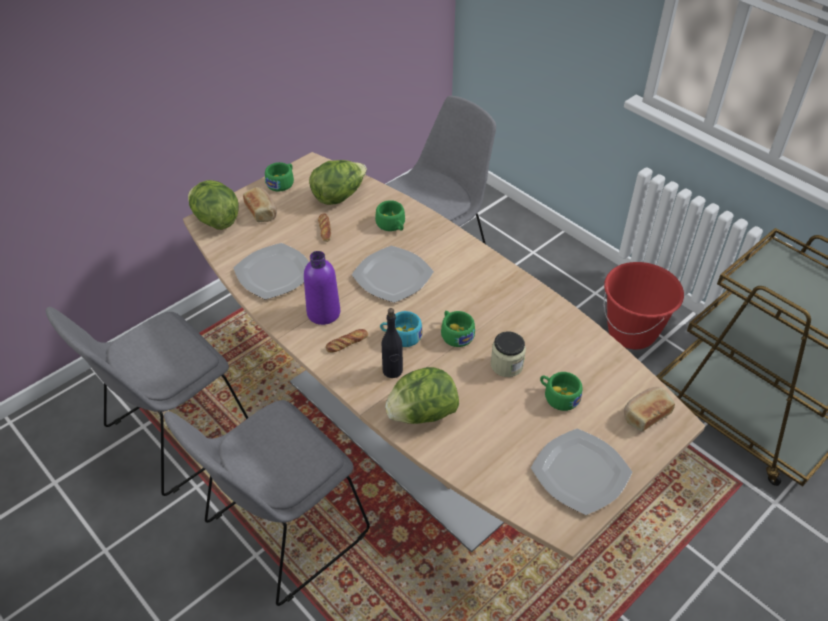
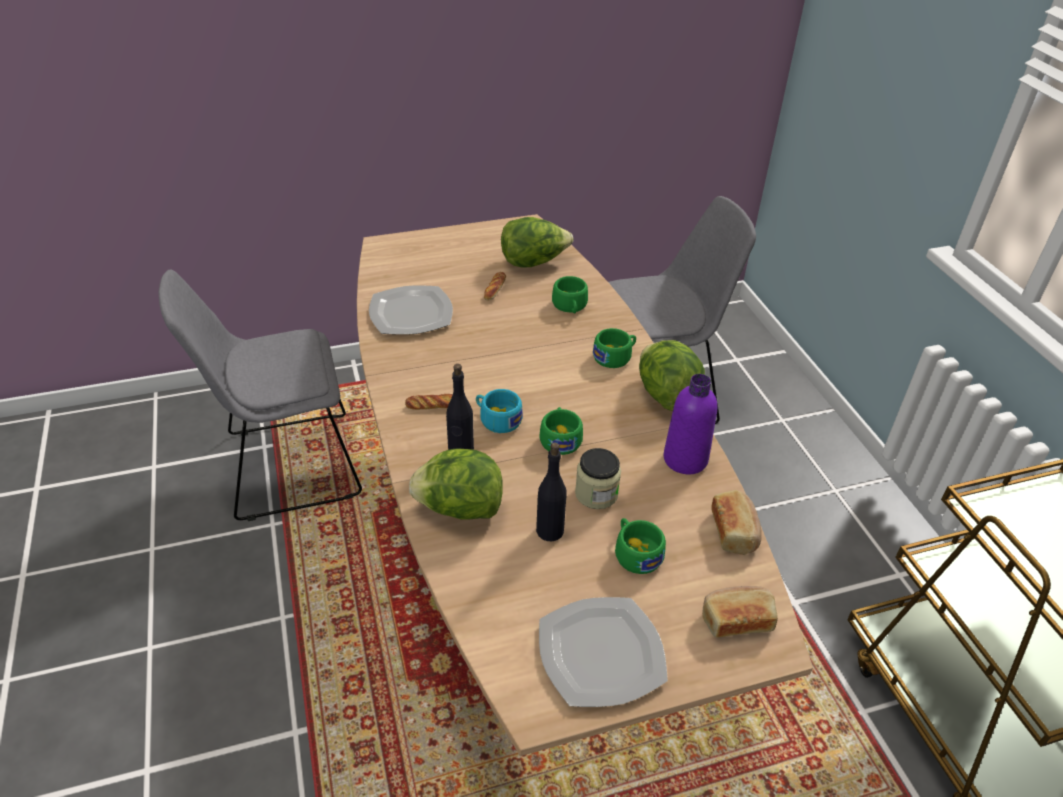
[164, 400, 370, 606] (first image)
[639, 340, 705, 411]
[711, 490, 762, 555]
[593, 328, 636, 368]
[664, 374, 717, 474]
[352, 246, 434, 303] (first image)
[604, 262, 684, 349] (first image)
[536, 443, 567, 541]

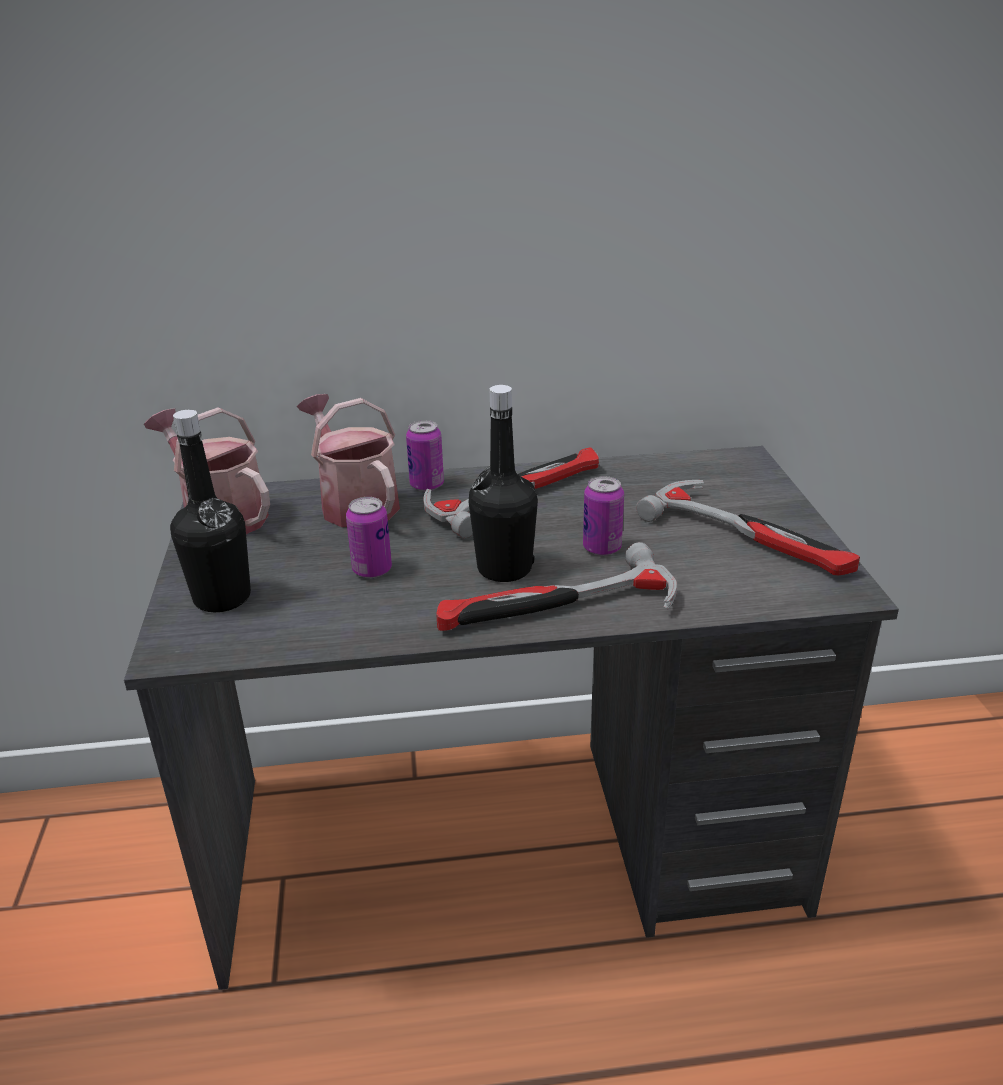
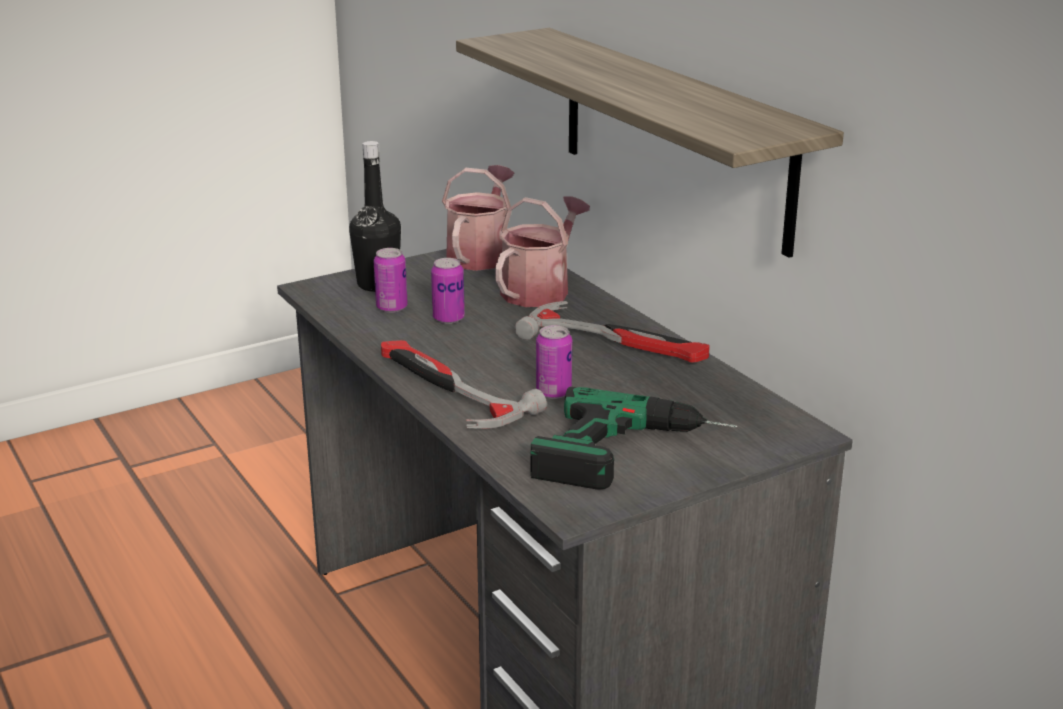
[374, 248, 408, 313]
[469, 385, 538, 582] (first image)
[530, 387, 737, 489]
[456, 28, 844, 258]

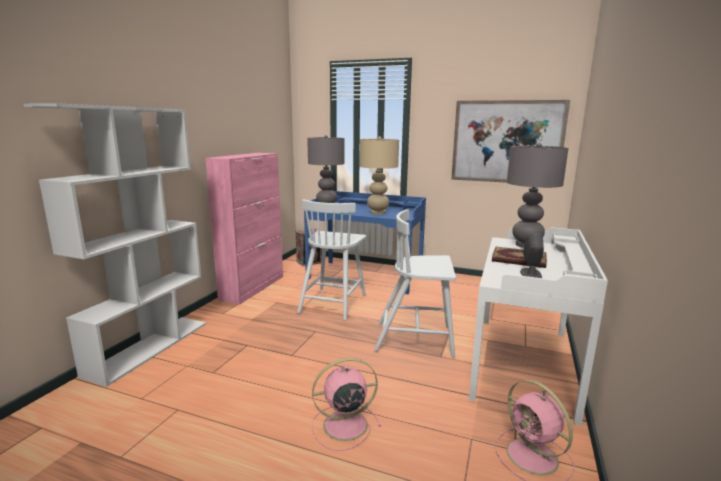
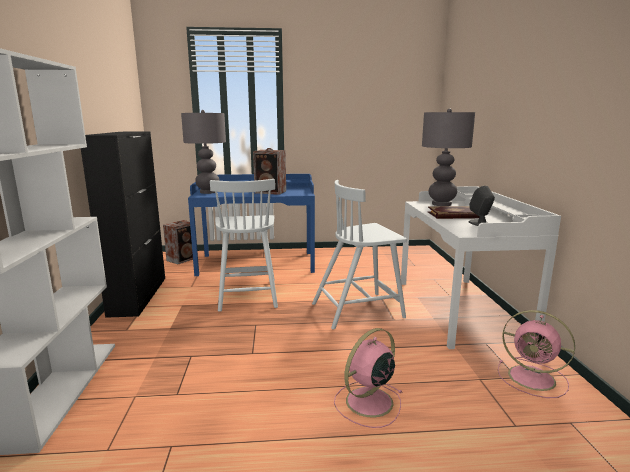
[81, 132, 165, 318]
[253, 148, 286, 195]
[451, 100, 570, 183] (first image)

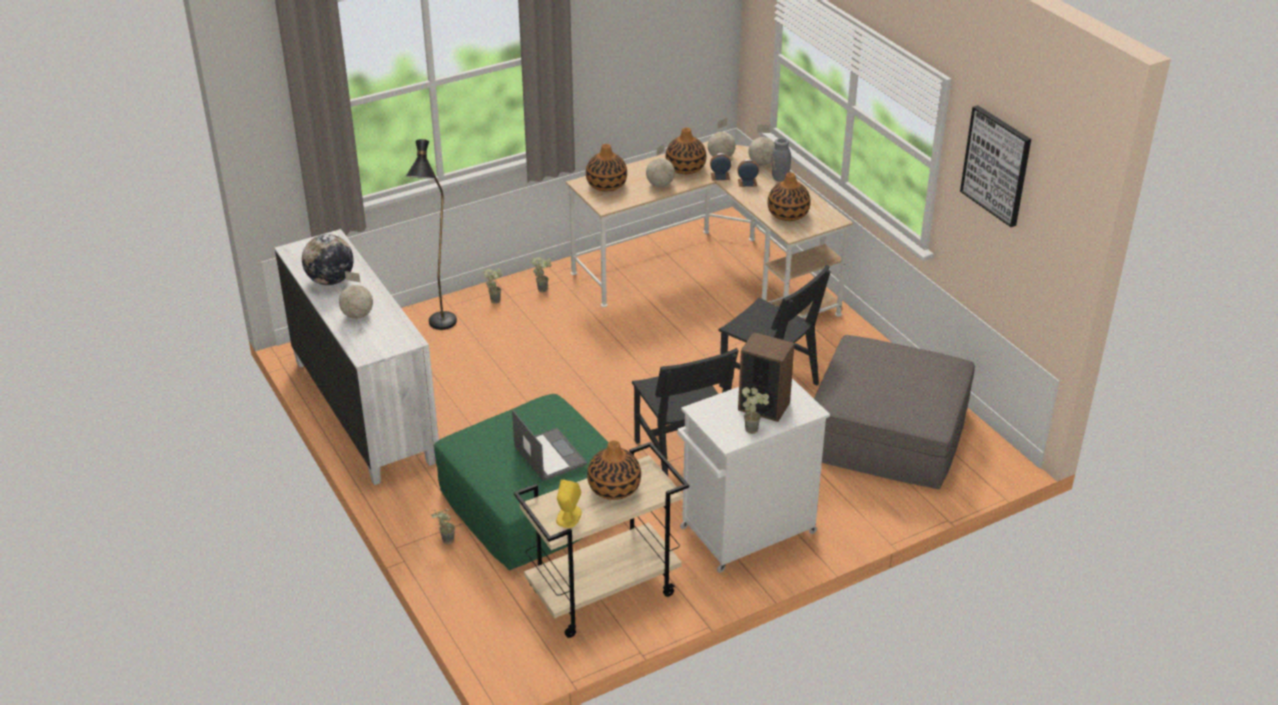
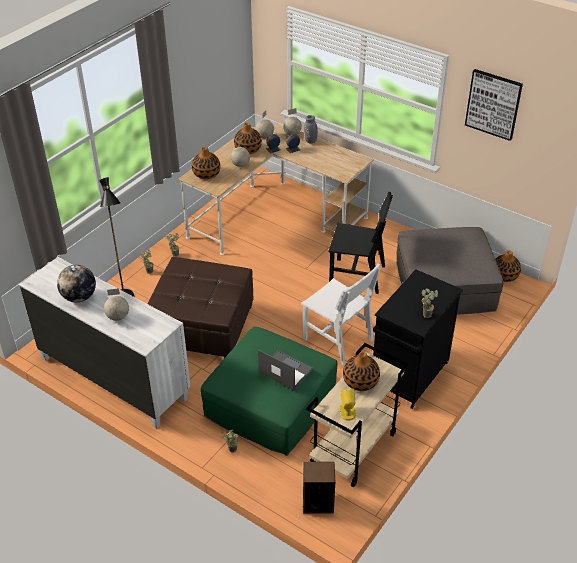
[301, 263, 381, 366]
[373, 269, 463, 409]
[303, 462, 335, 513]
[496, 251, 521, 282]
[148, 257, 253, 358]

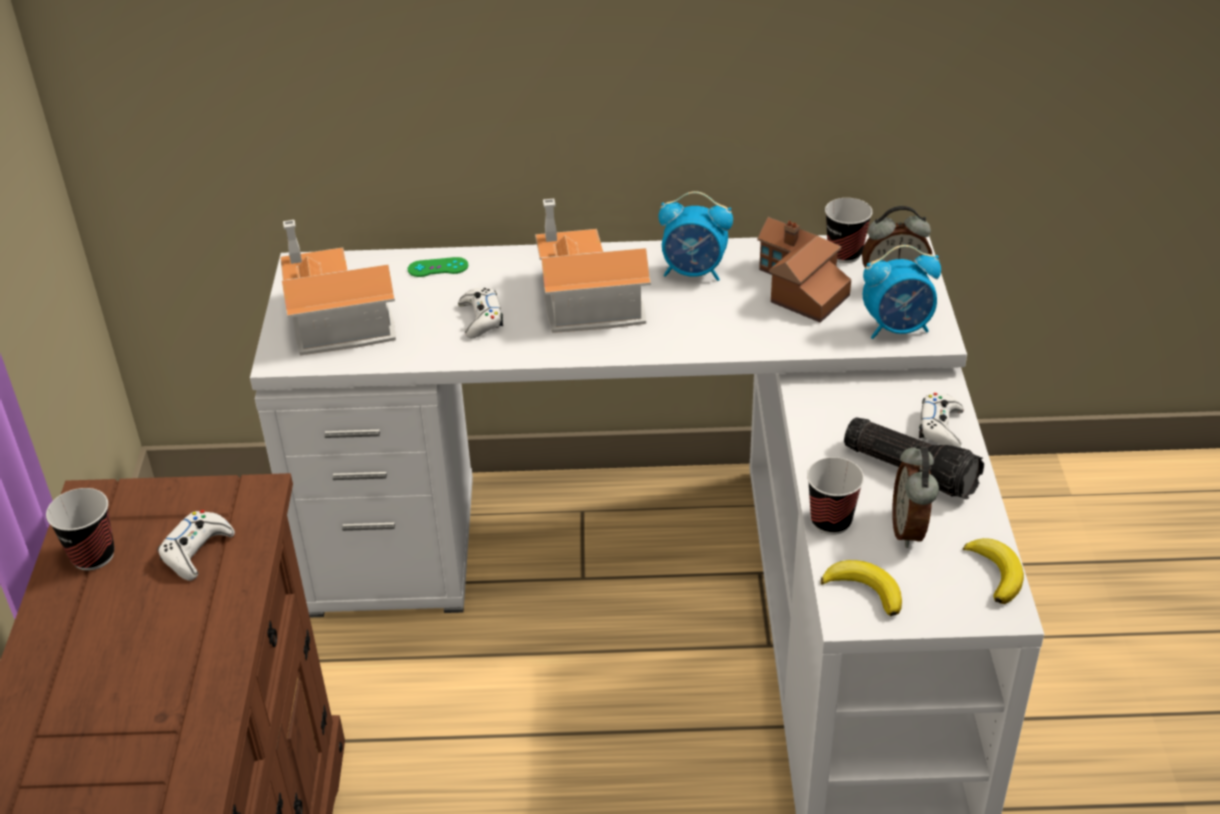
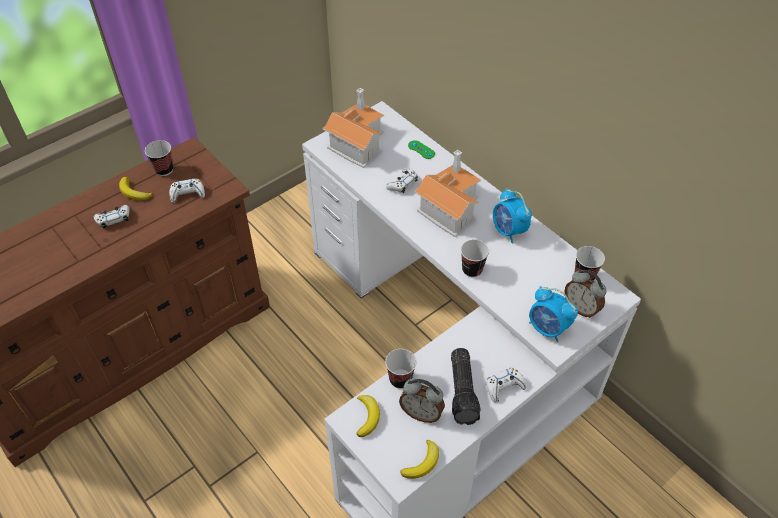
[757, 217, 851, 323] (first image)
[399, 379, 445, 423]
[94, 205, 130, 229]
[119, 177, 153, 200]
[461, 240, 489, 277]

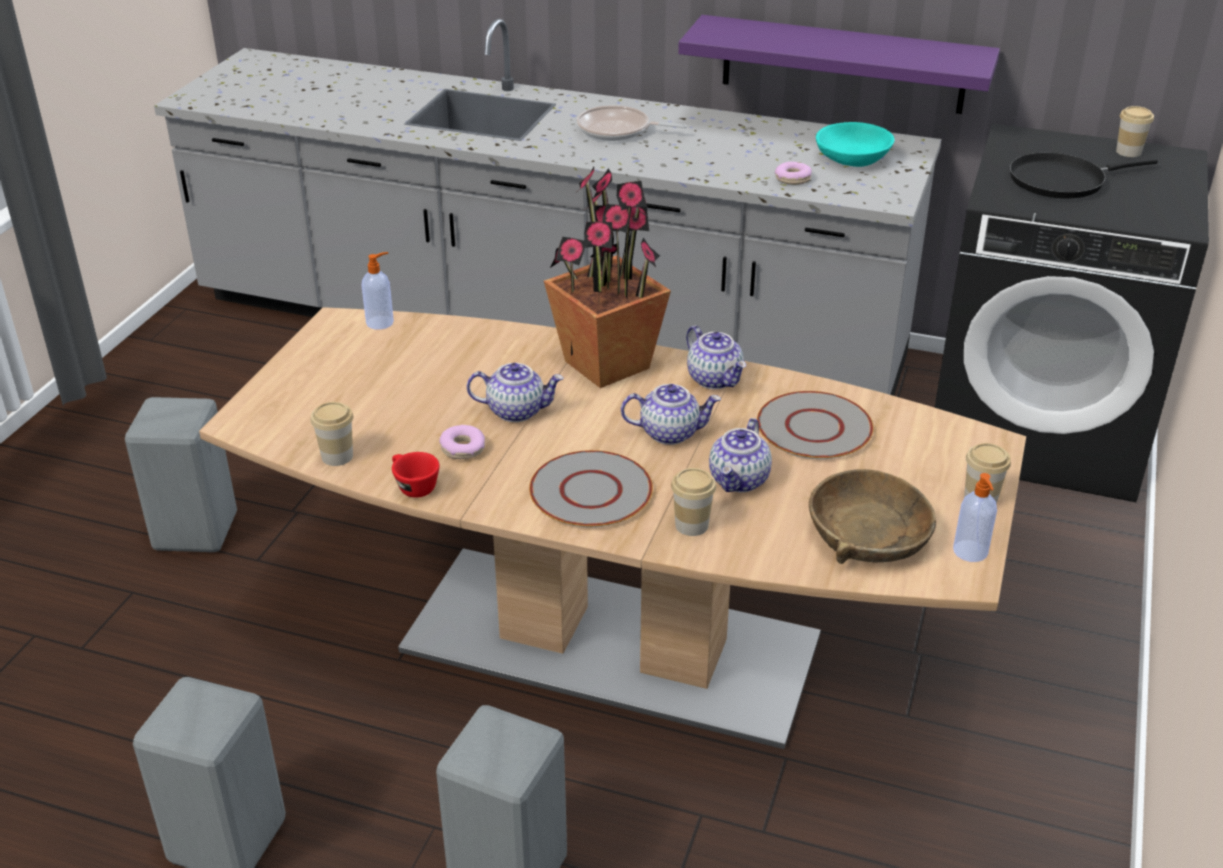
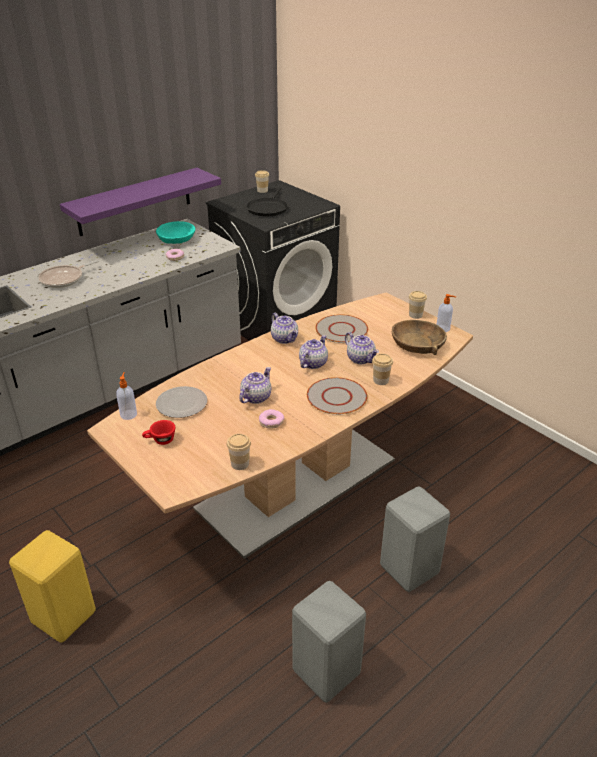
[9, 530, 96, 643]
[142, 420, 175, 445]
[544, 166, 671, 388] (first image)
[271, 313, 298, 344]
[156, 386, 207, 418]

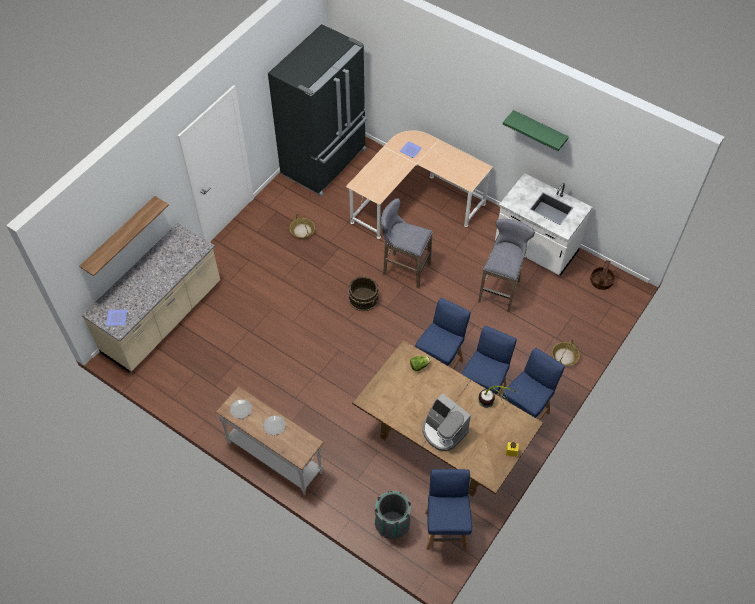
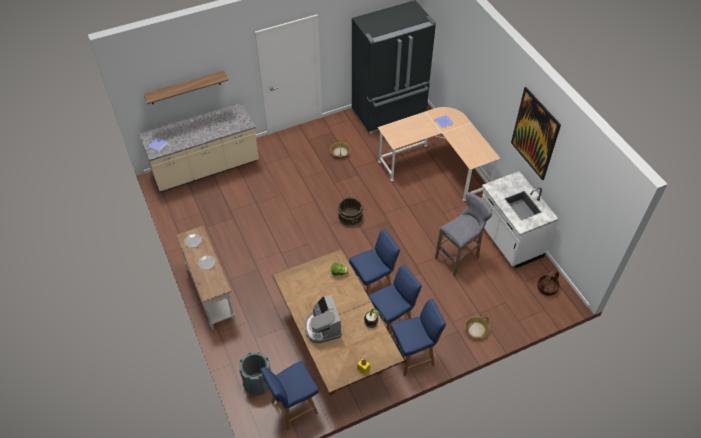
[381, 198, 433, 288] (first image)
[260, 361, 319, 430]
[511, 87, 561, 180]

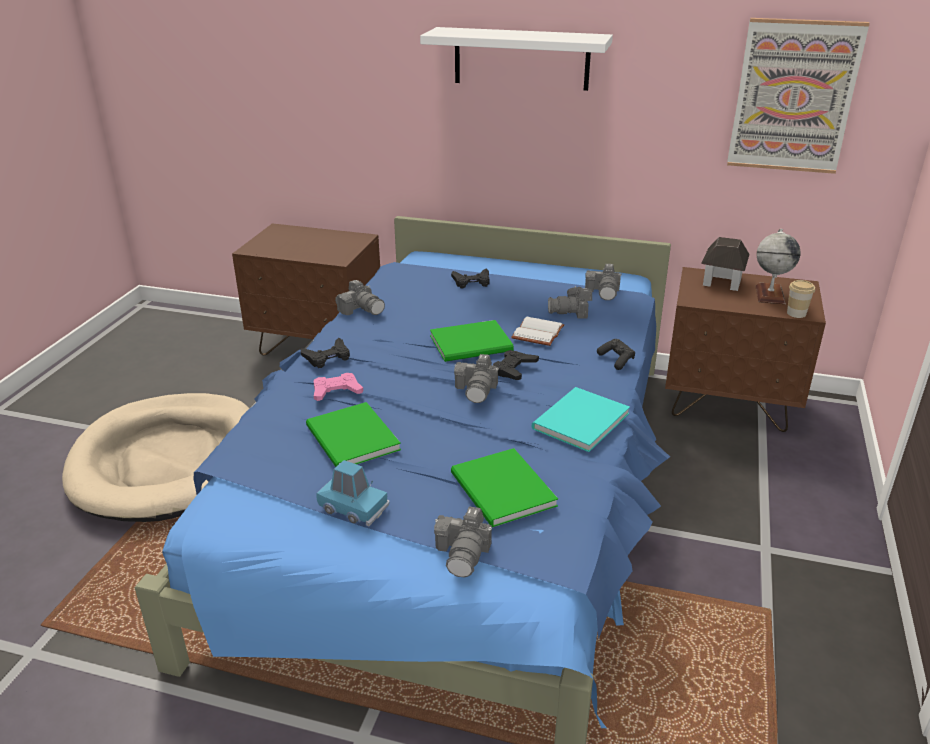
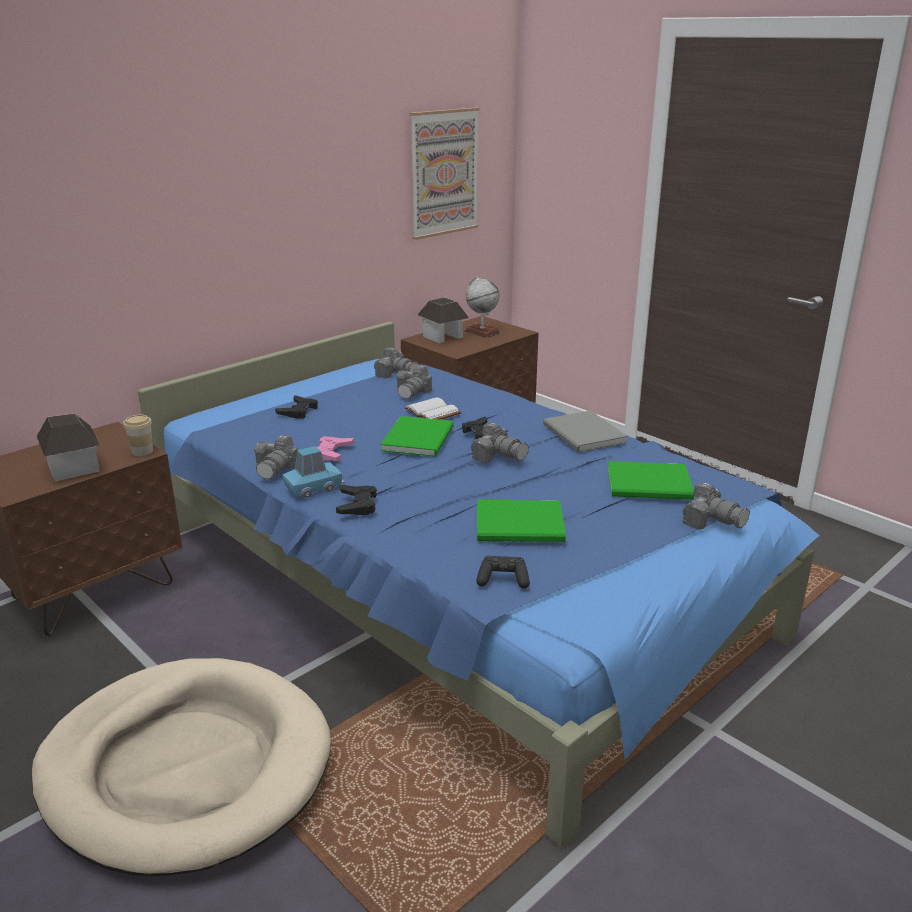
[317, 436, 354, 461]
[282, 446, 345, 498]
[254, 435, 298, 479]
[420, 27, 613, 91] (first image)
[543, 410, 627, 452]
[476, 556, 530, 589]
[123, 415, 153, 456]
[37, 414, 100, 482]

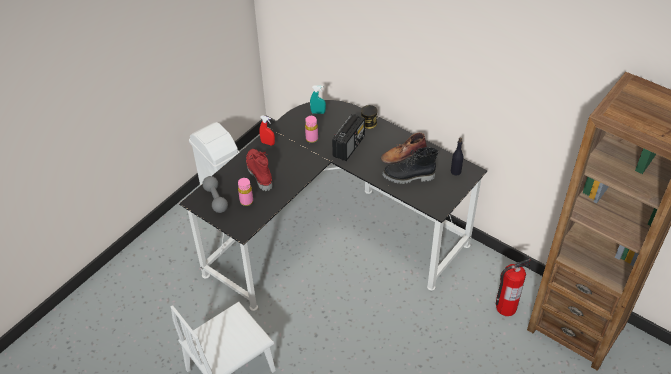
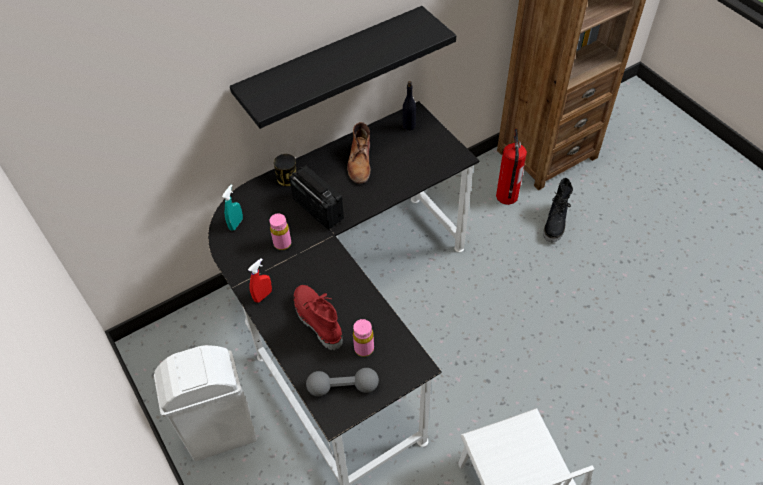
[294, 285, 343, 350]
[543, 178, 573, 242]
[230, 6, 456, 129]

